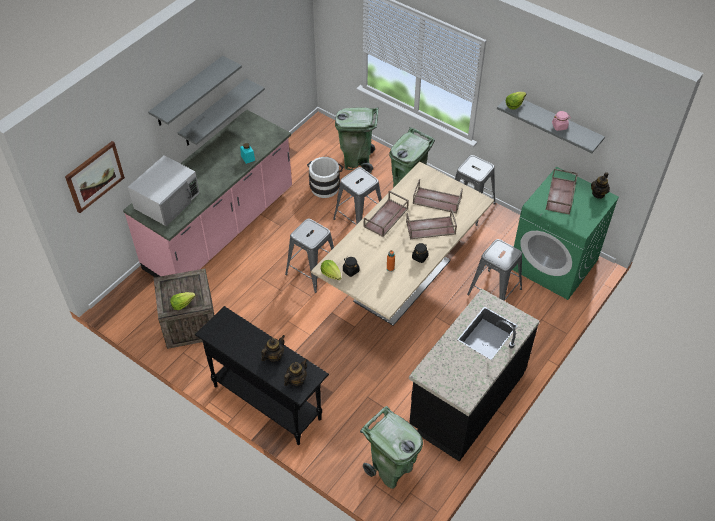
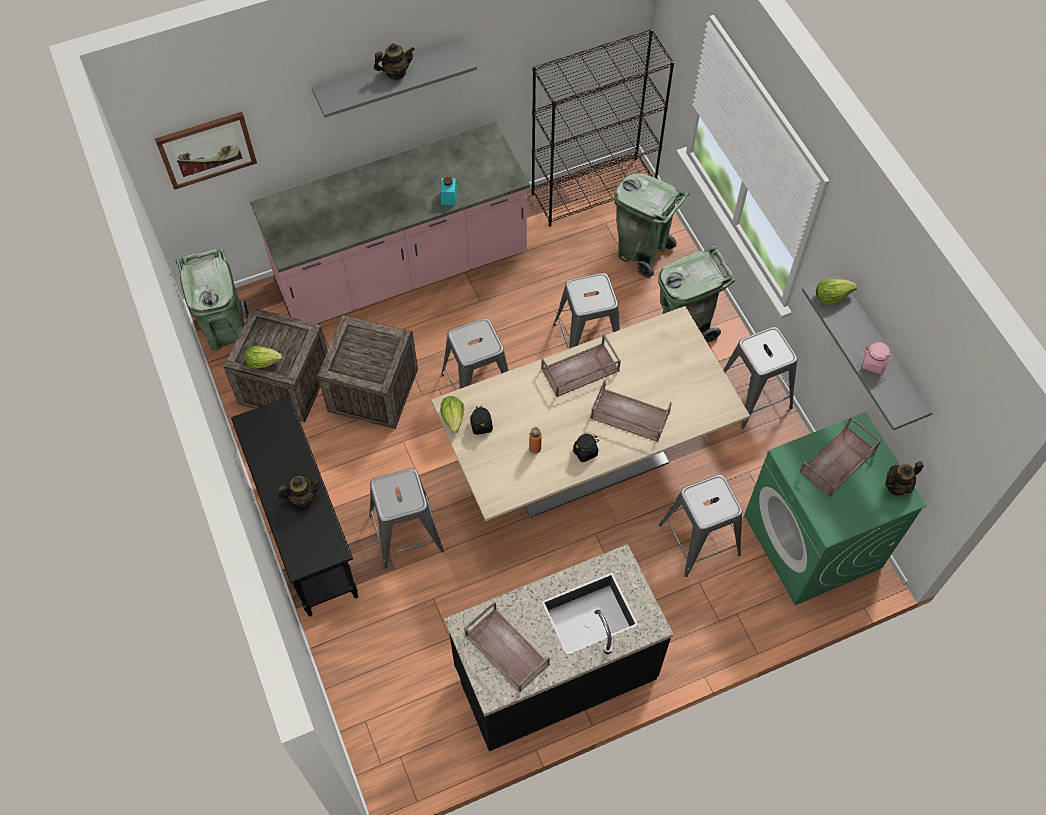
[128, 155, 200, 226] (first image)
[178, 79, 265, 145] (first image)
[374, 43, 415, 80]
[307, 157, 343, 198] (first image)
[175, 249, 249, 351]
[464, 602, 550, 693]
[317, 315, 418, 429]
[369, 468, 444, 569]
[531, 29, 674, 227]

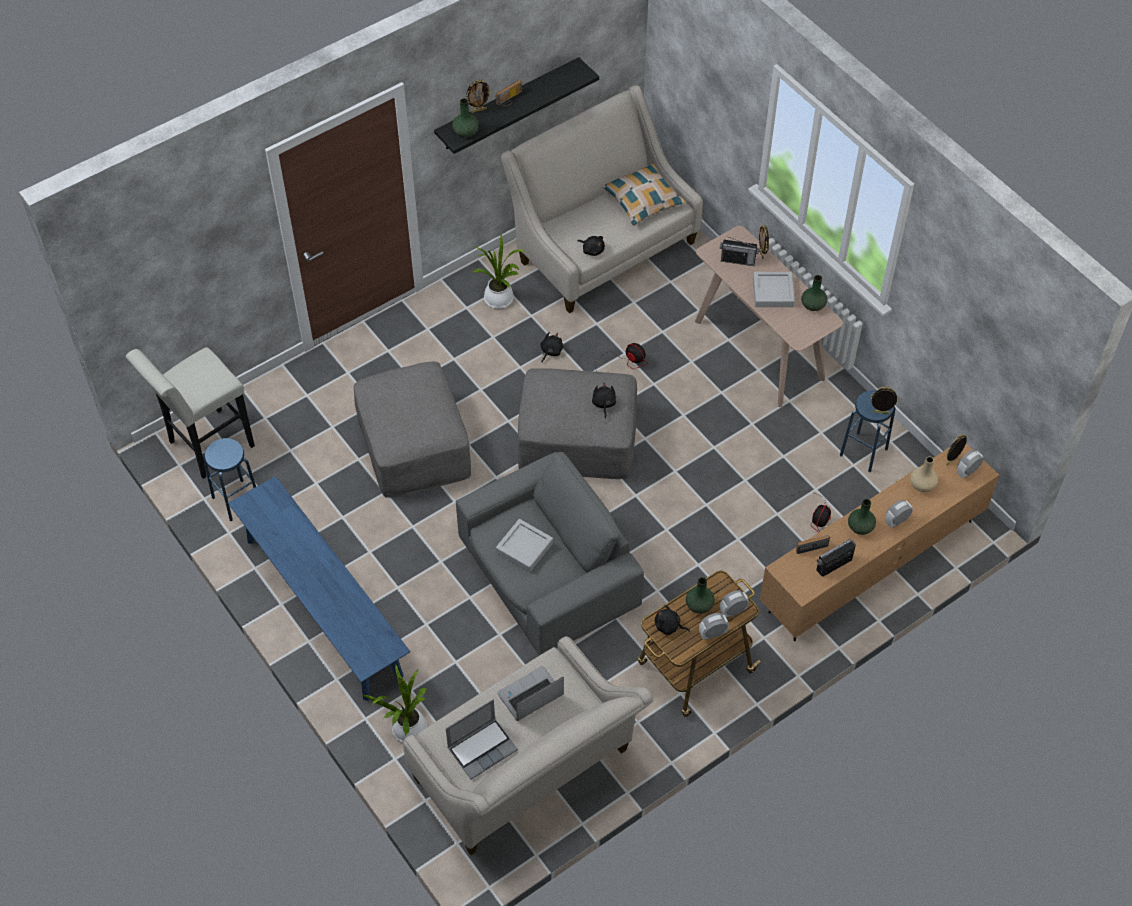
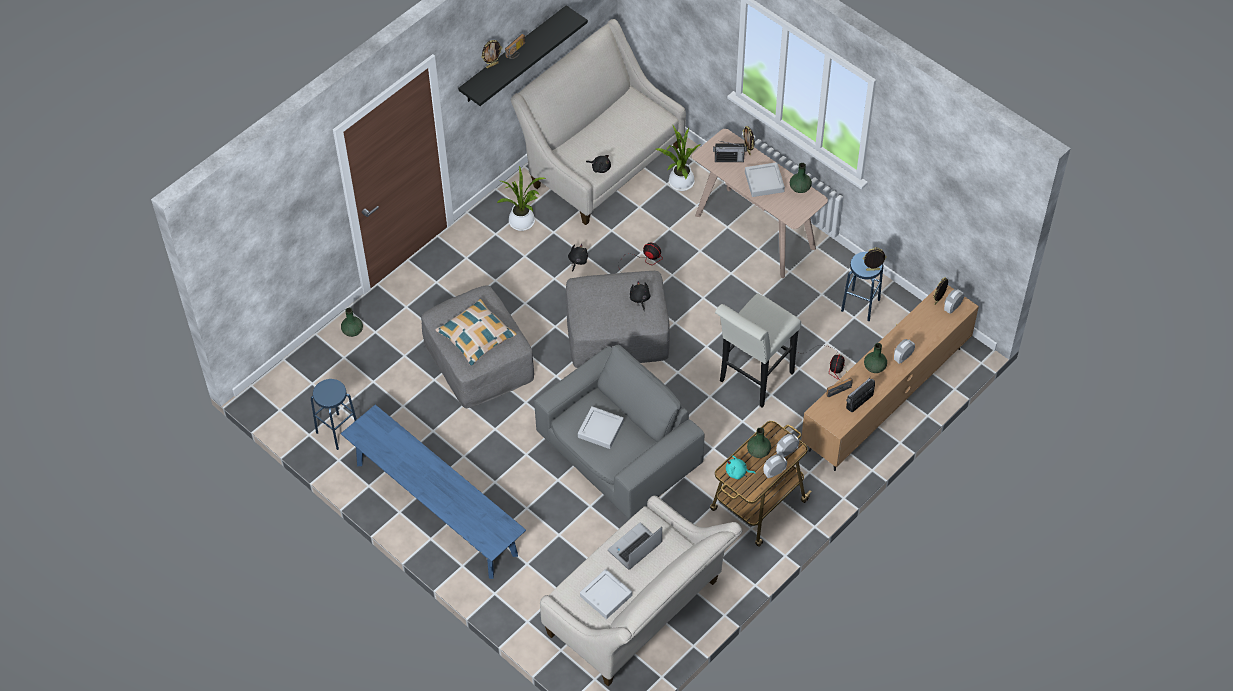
[715, 294, 801, 407]
[656, 126, 701, 191]
[580, 569, 632, 619]
[341, 308, 363, 337]
[435, 299, 517, 366]
[726, 455, 756, 479]
[910, 456, 938, 492] (first image)

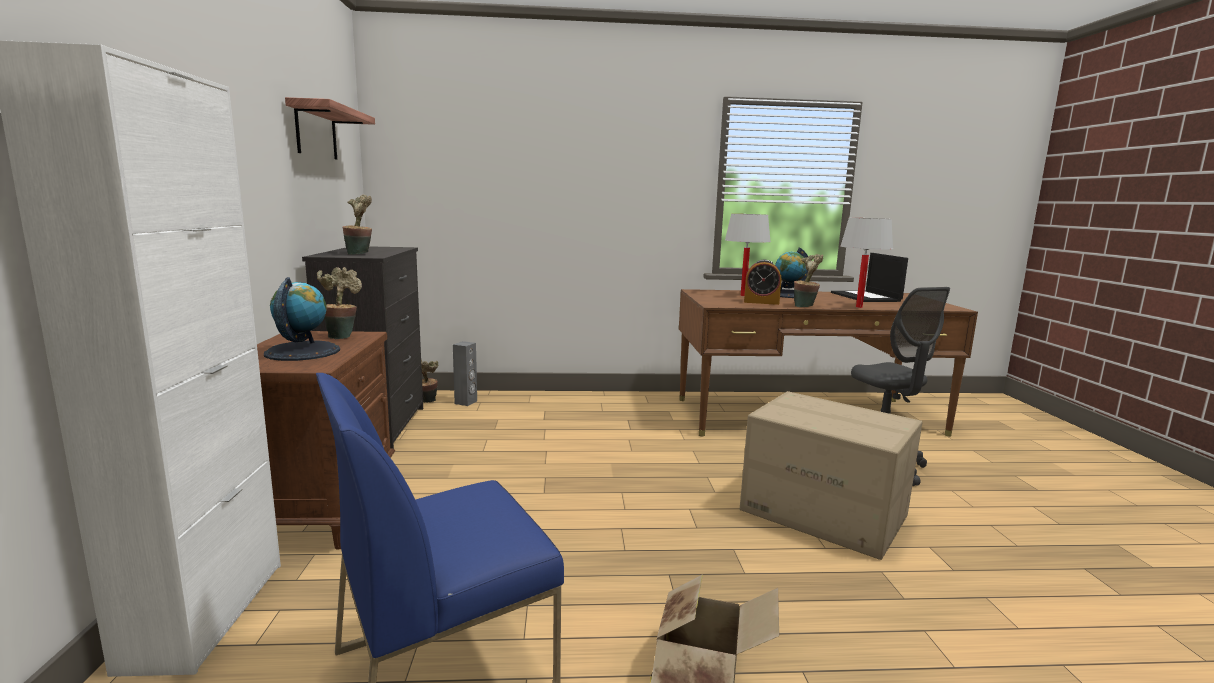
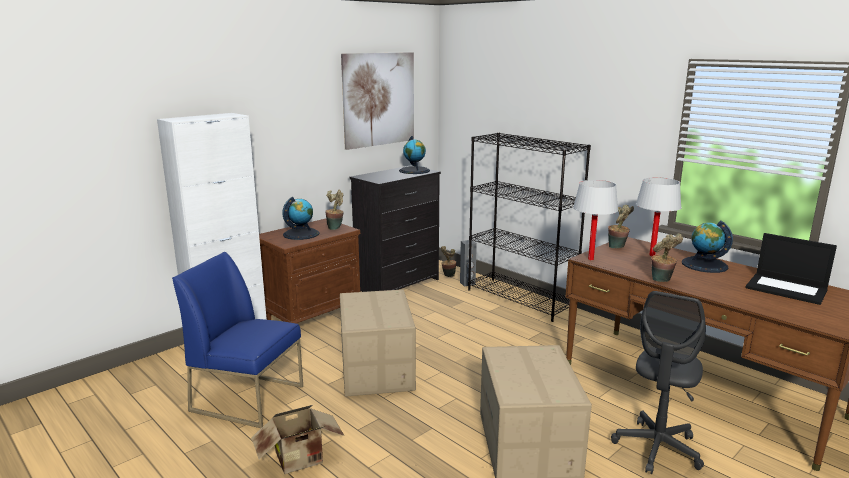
[341, 52, 414, 150]
[608, 205, 634, 249]
[744, 260, 781, 305] (first image)
[745, 233, 837, 305]
[573, 180, 618, 260]
[340, 289, 416, 397]
[399, 136, 430, 174]
[468, 132, 591, 322]

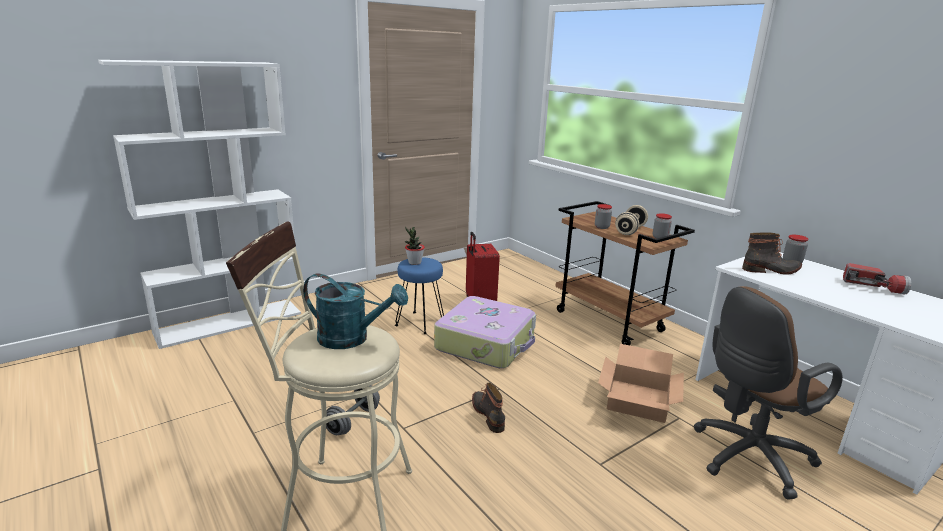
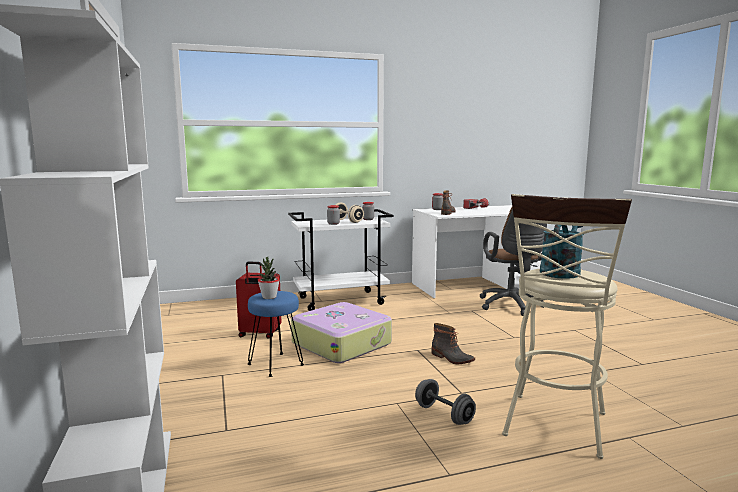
[432, 323, 475, 364]
[288, 209, 394, 311]
[598, 344, 684, 423] (first image)

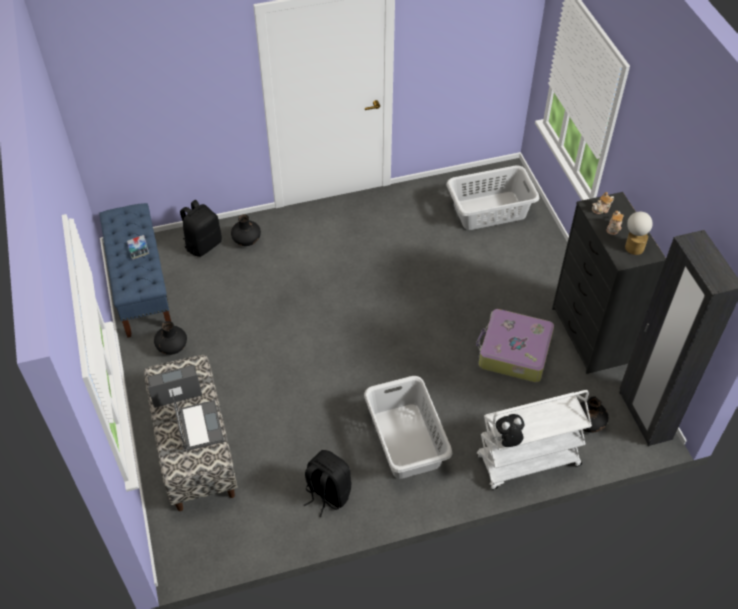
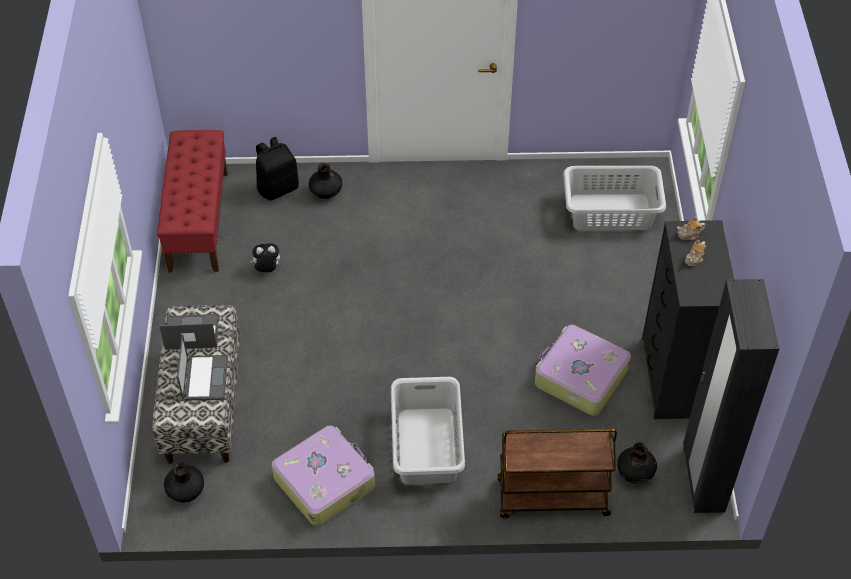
[157, 130, 228, 273]
[127, 235, 149, 260] (first image)
[164, 463, 204, 502]
[272, 425, 375, 526]
[498, 429, 617, 519]
[250, 243, 280, 272]
[625, 211, 653, 255] (first image)

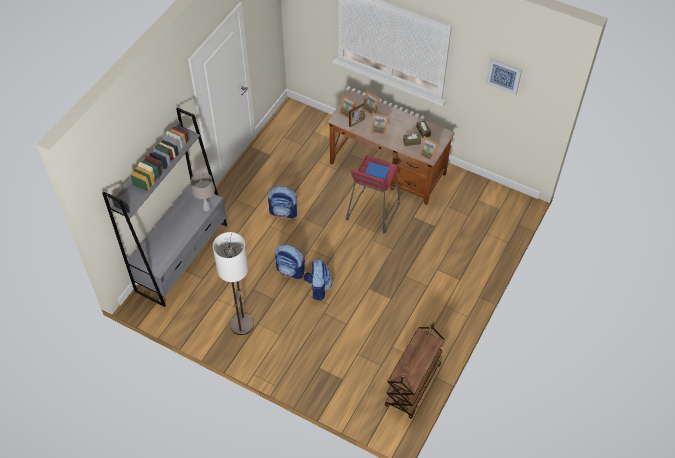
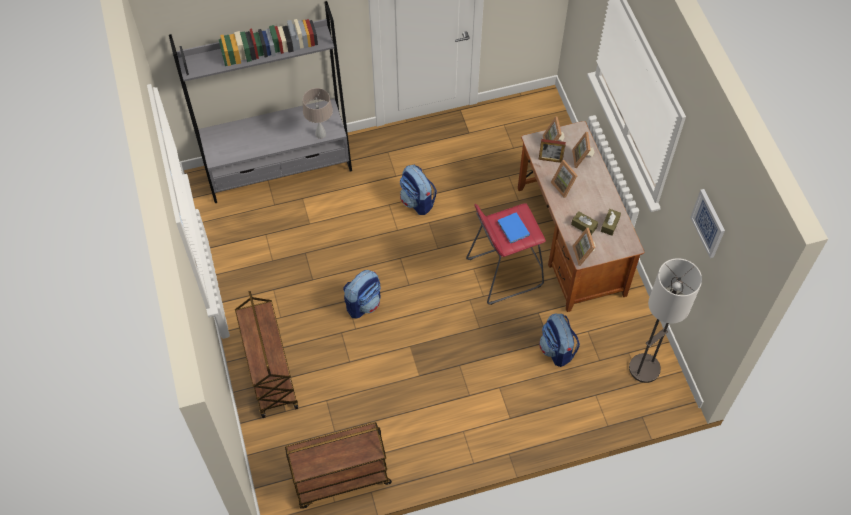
[629, 258, 702, 383]
[539, 314, 580, 367]
[235, 291, 298, 418]

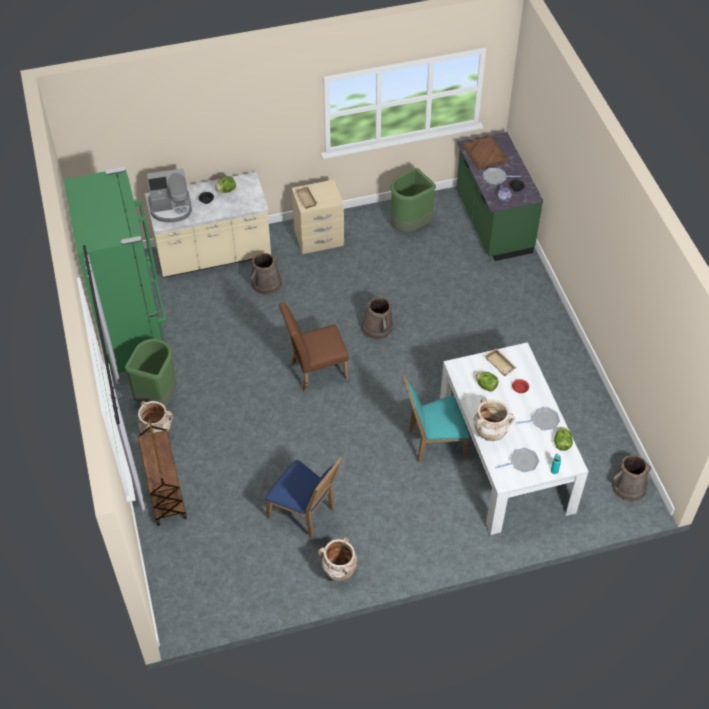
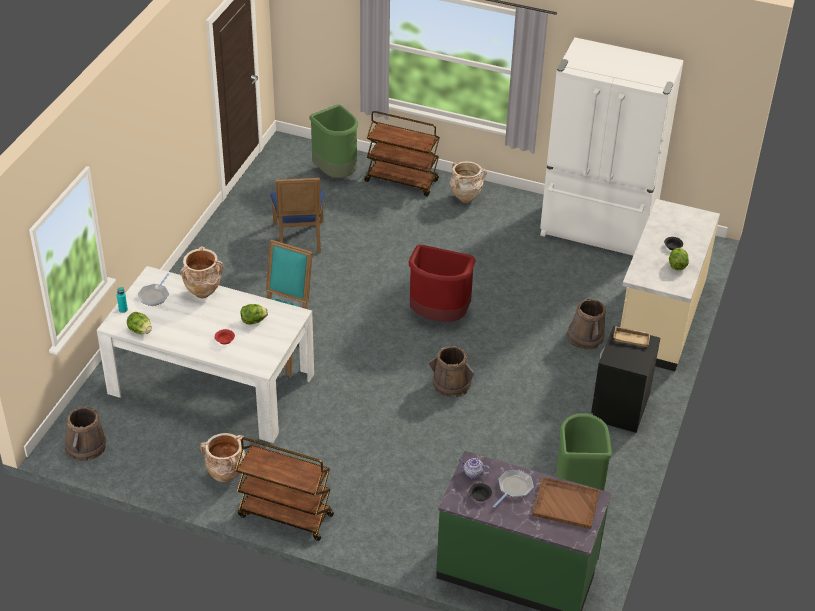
[540, 37, 684, 256]
[309, 105, 358, 178]
[147, 168, 192, 223] (first image)
[270, 178, 324, 253]
[409, 245, 476, 322]
[591, 326, 660, 433]
[200, 433, 246, 483]
[485, 349, 517, 376] (first image)
[516, 407, 560, 430] (first image)
[235, 437, 334, 541]

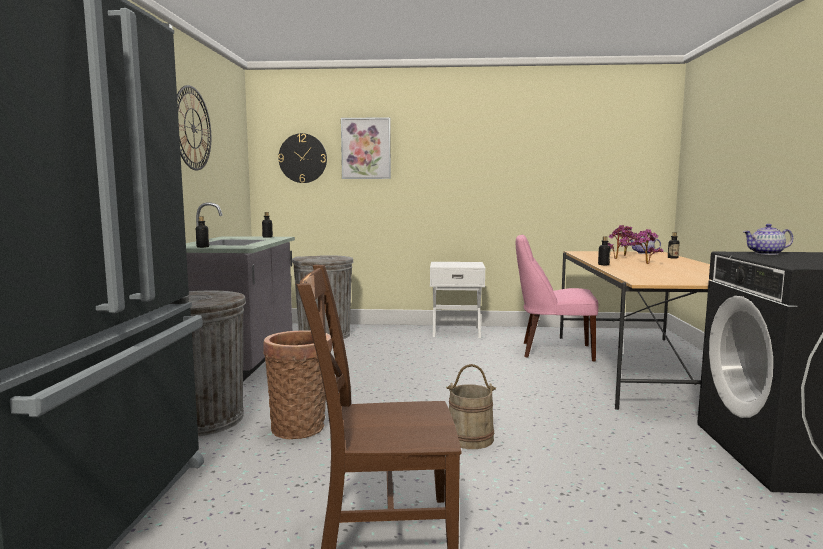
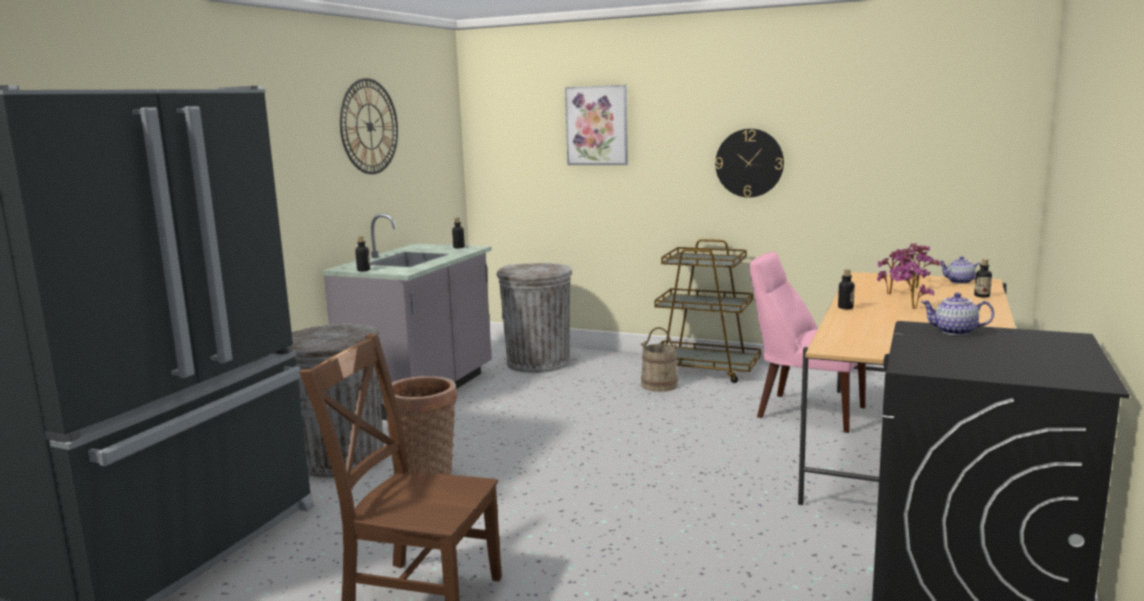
[715, 129, 784, 198]
[654, 239, 761, 383]
[641, 327, 678, 392]

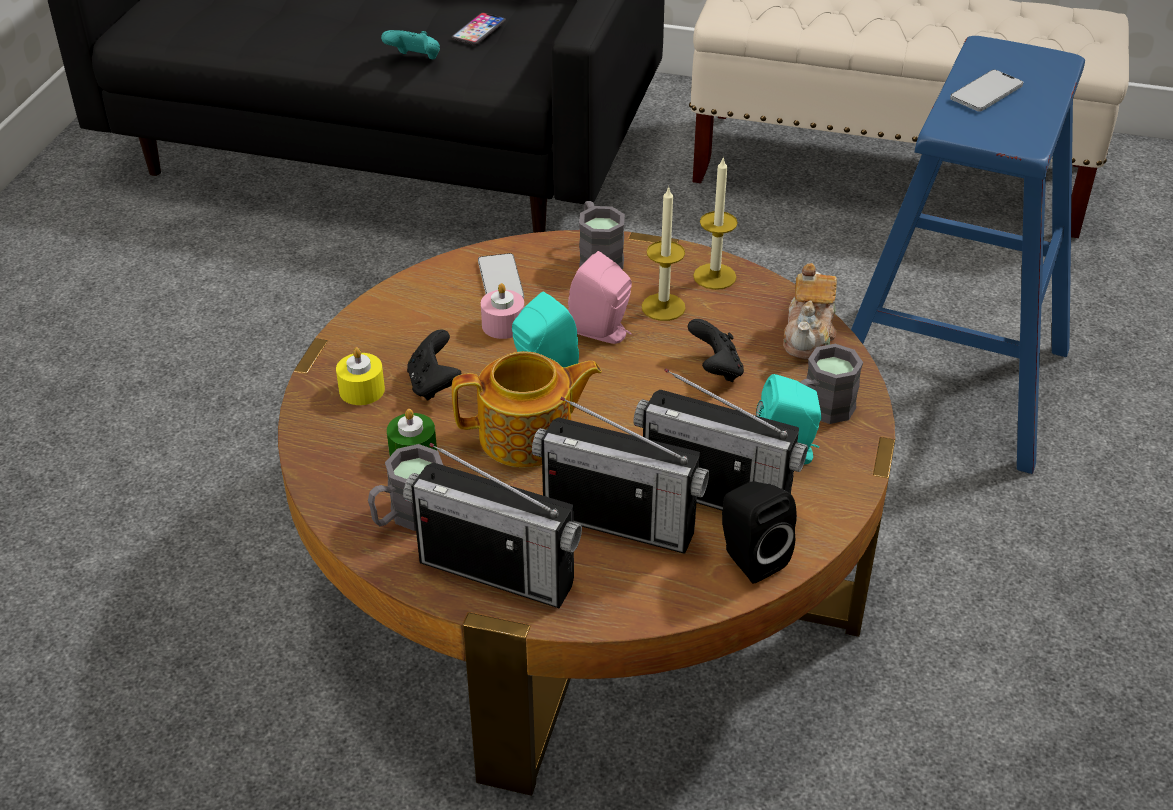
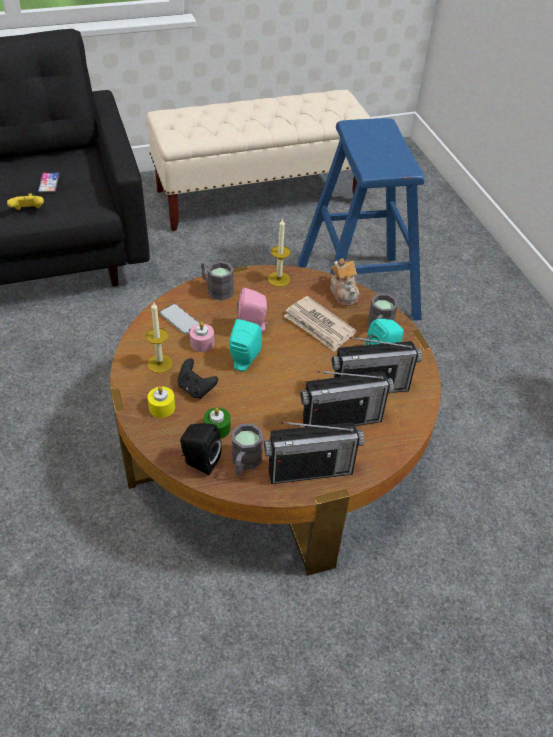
[7, 193, 44, 210]
[452, 351, 602, 468] (first image)
[146, 301, 173, 373]
[284, 296, 356, 352]
[180, 423, 222, 475]
[950, 70, 1023, 112] (first image)

